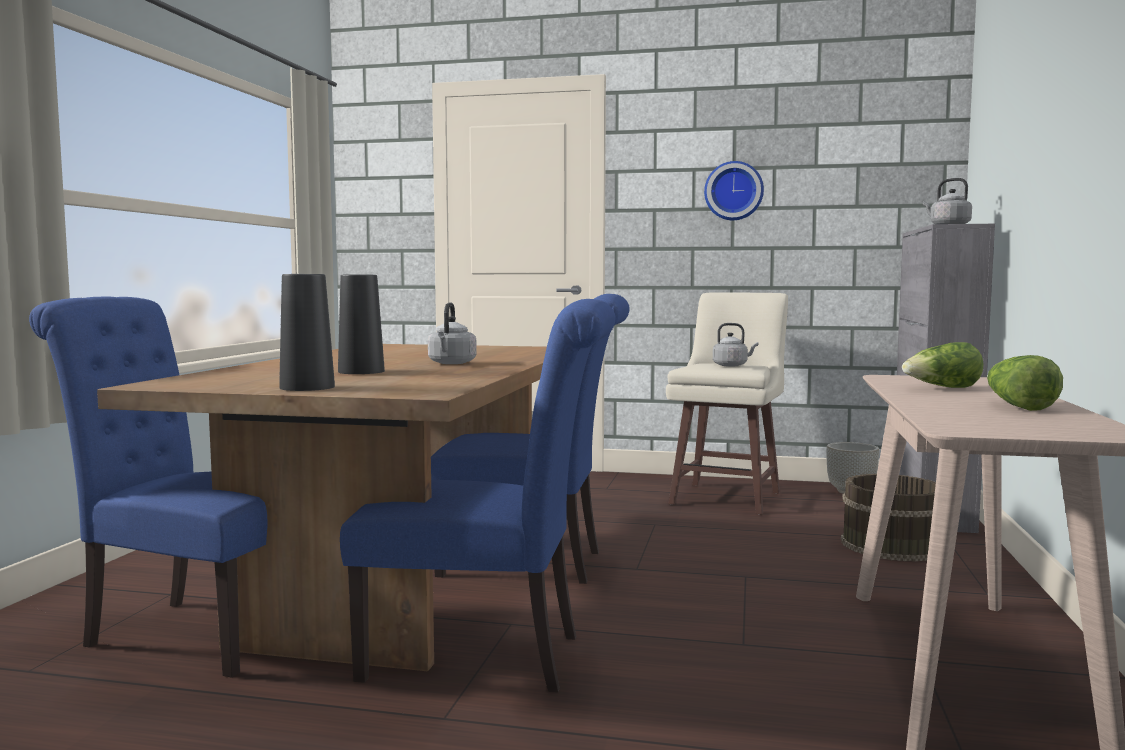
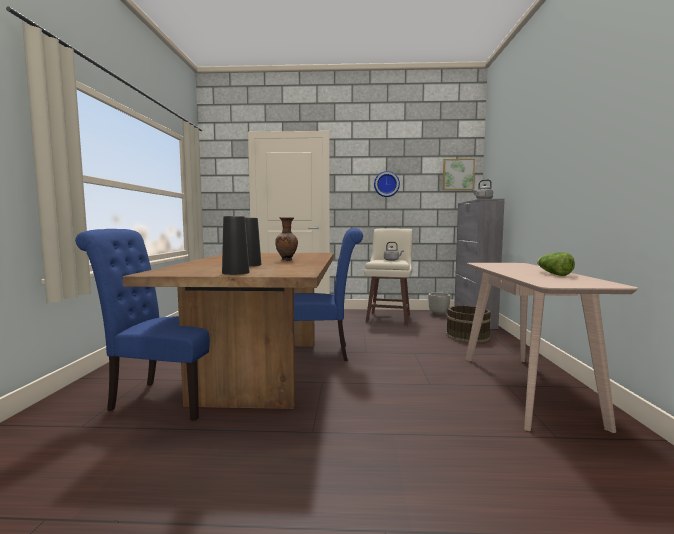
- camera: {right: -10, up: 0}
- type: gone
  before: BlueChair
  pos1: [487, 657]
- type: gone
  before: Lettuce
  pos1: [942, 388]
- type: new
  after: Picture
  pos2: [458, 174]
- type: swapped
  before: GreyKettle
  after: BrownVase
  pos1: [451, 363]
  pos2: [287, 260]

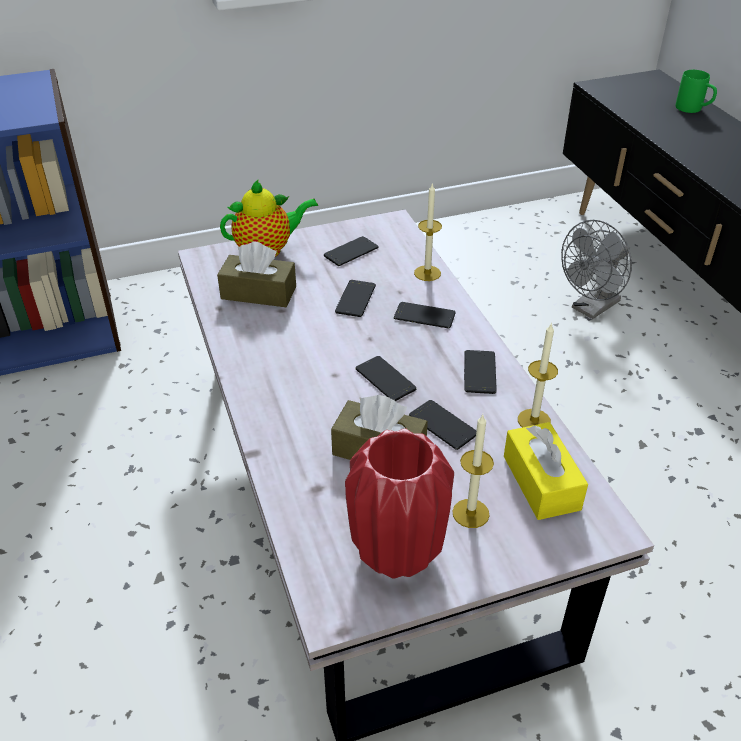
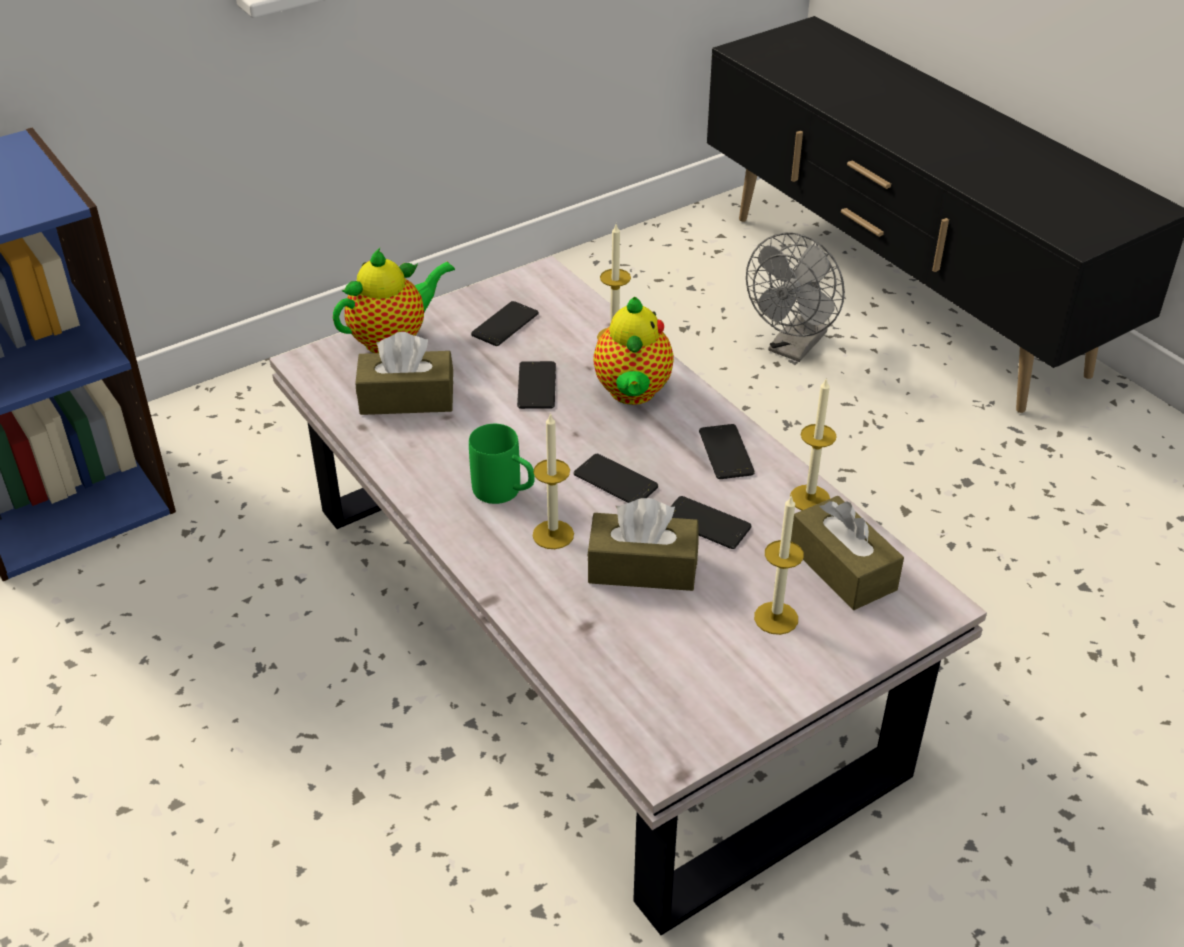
- camera: {right: -15, up: 0}
- type: gone
  before: RedVase
  pos1: [398, 552]
- type: new
  after: Candle
  pos2: [553, 534]
- type: shifted
  before: GreenMug
  pos1: [693, 109]
  pos2: [505, 493]
- type: swapped
  before: Phone
  after: Teapot
  pos1: [424, 316]
  pos2: [632, 394]
- type: repainted
  before: YellowTissueBox
  after: BrownTissueBox
  pos1: [541, 482]
  pos2: [842, 568]

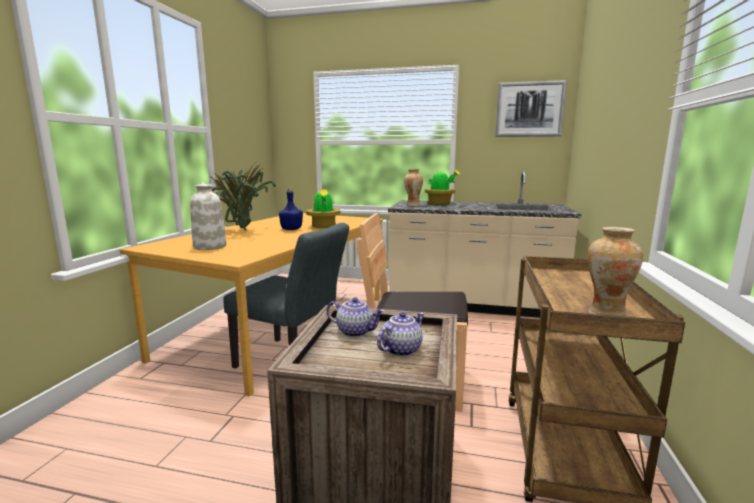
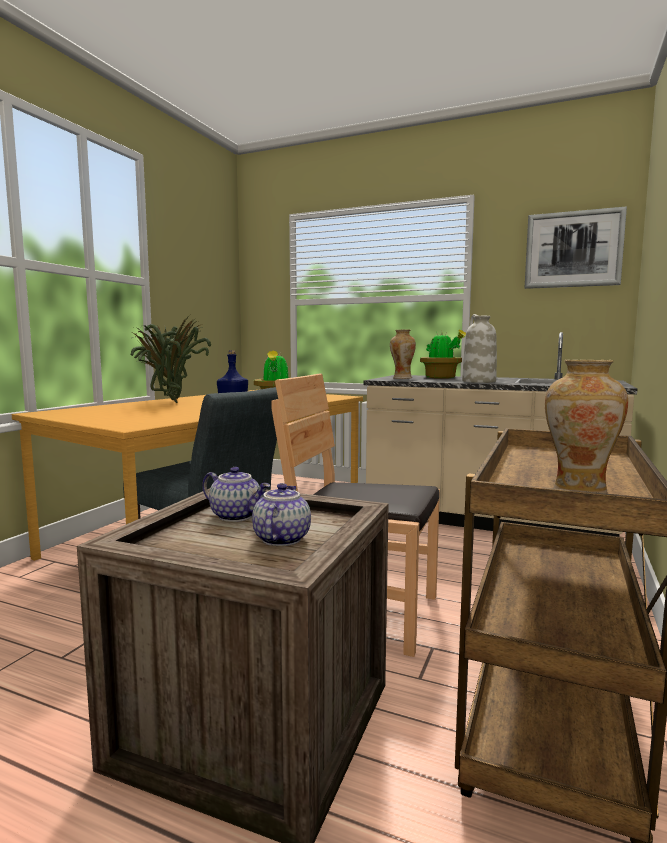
- camera: {right: 10, up: -5}
- type: shifted
  before: WhiteVase
  pos1: [209, 246]
  pos2: [478, 381]
- type: rotated
  before: Teapot
  pos1: [401, 349]
  pos2: [280, 539]
  turn: -45

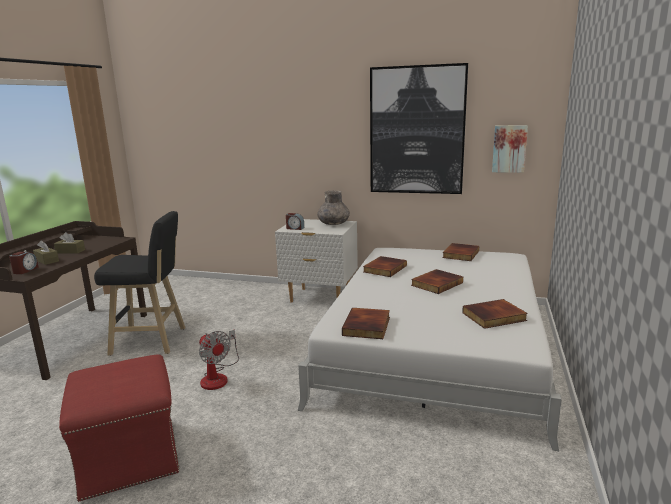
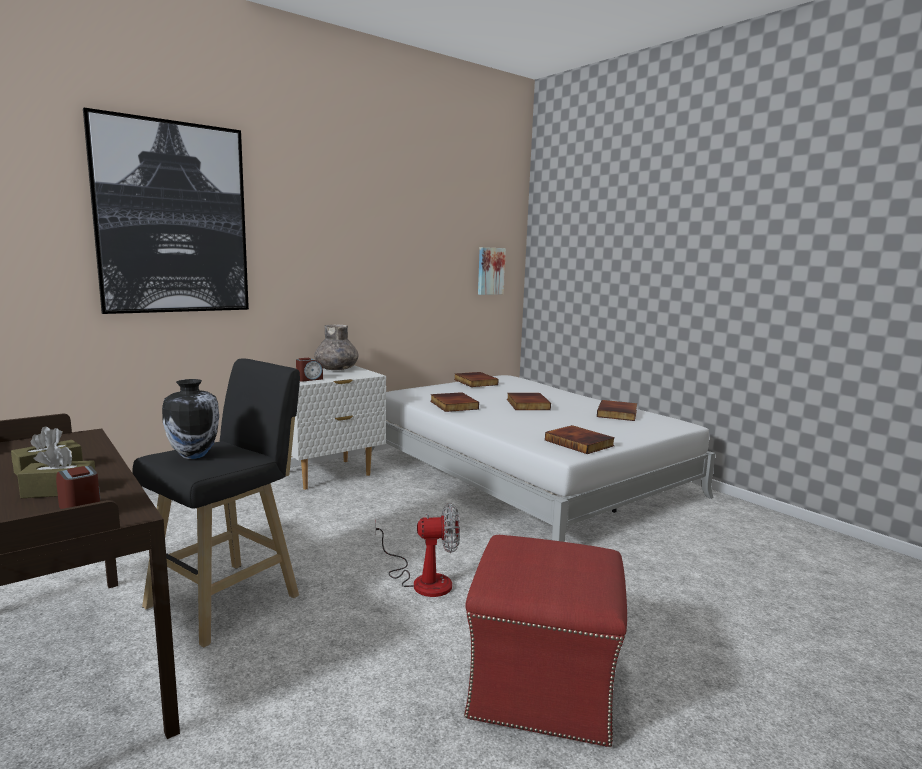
- camera: {right: -55, up: -5}
- type: new
  after: Vase
  pos2: [194, 455]
- type: shifted
  before: Picture
  pos1: [416, 131]
  pos2: [172, 218]

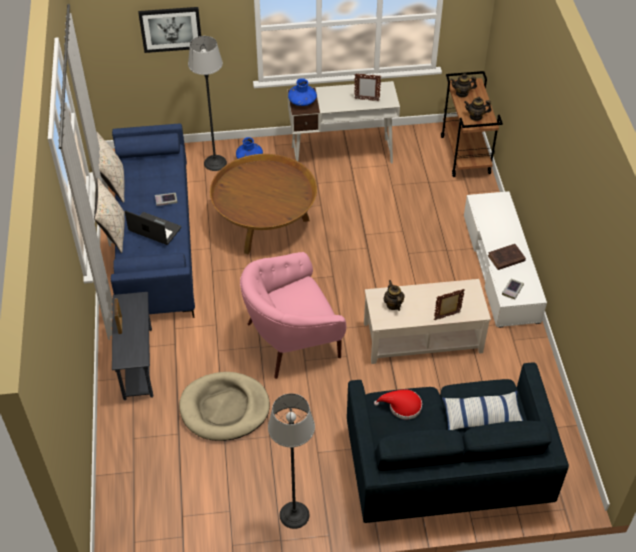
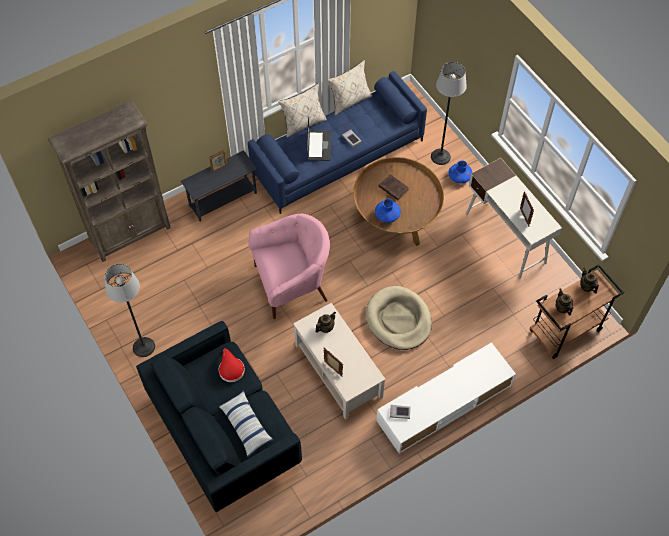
- camera: {right: 65, up: 10}
- type: gone
  before: Picture
  pos1: [171, 29]
- type: new
  after: BrownBookcase
  pos2: [131, 234]
- type: shifted
  before: BeigeDogBed
  pos1: [224, 408]
  pos2: [398, 320]
- type: shifted
  before: BlueVase
  pos1: [302, 101]
  pos2: [387, 215]
- type: shifted
  before: BrownBook
  pos1: [505, 259]
  pos2: [393, 188]
- type: rotated
  before: PinkArmchair
  pos1: [292, 339]
  pos2: [291, 283]
  turn: 120

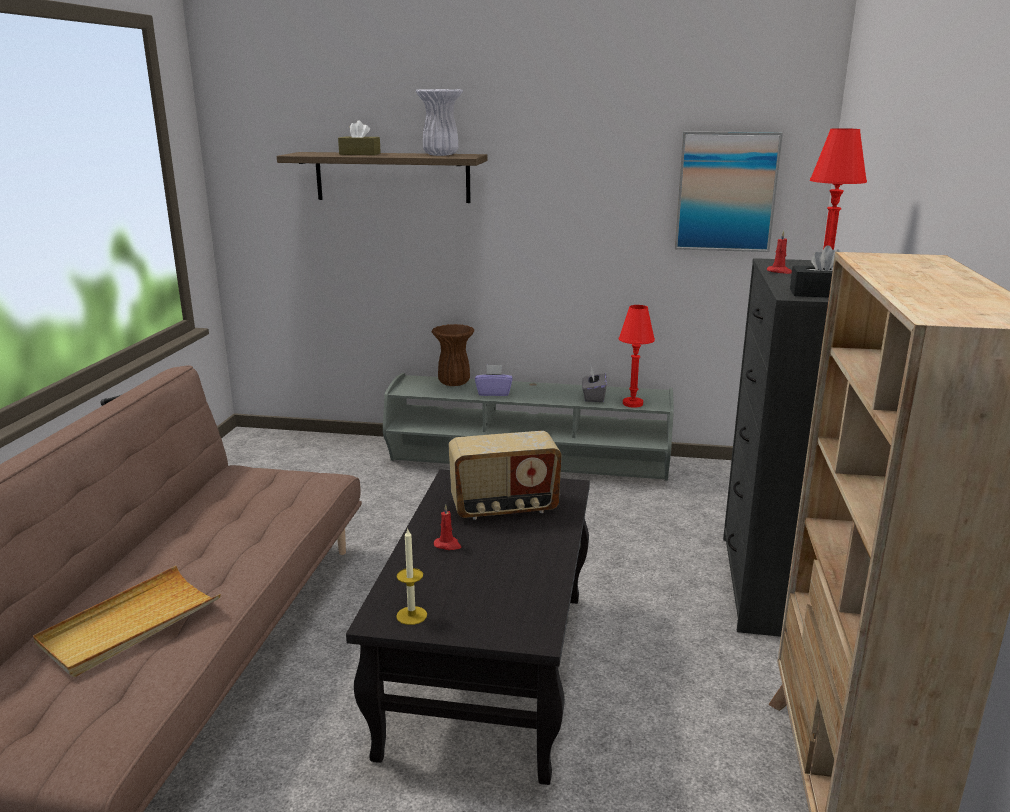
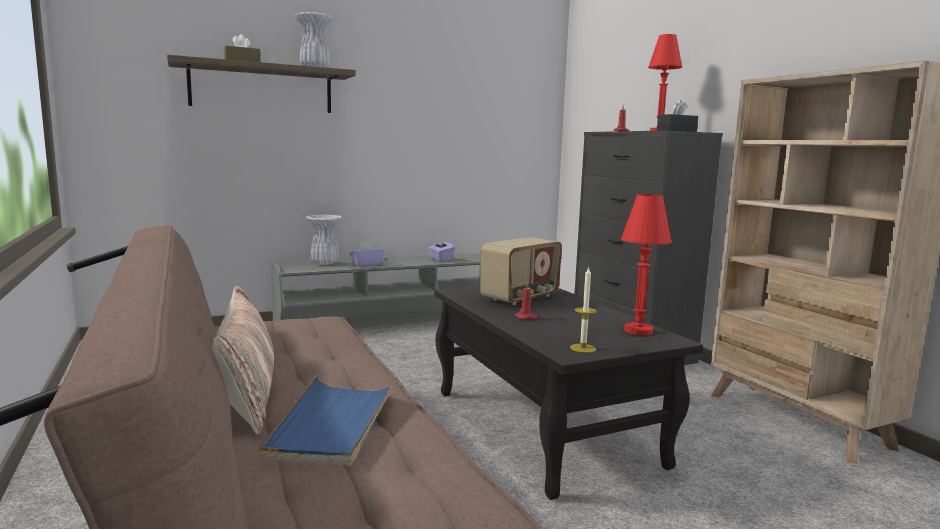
- camera: {right: -35, up: -10}
- type: gone
  before: Picture
  pos1: [726, 192]
- type: new
  after: Pillow
  pos2: [247, 390]
- type: shifted
  before: RedTableLamp
  pos1: [632, 404]
  pos2: [638, 331]
- type: repainted
  before: BeigeTray
  after: BlueTray
  pos1: [130, 625]
  pos2: [333, 423]
- type: repainted
  before: BrownVase
  after: WhiteVase
  pos1: [455, 383]
  pos2: [325, 263]
- type: repainted
  before: GreyTissueBox
  after: PurpleTissueBox
  pos1: [593, 397]
  pos2: [440, 260]

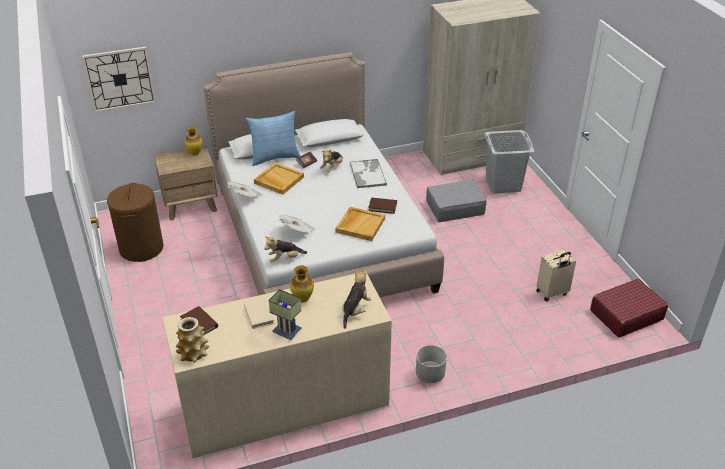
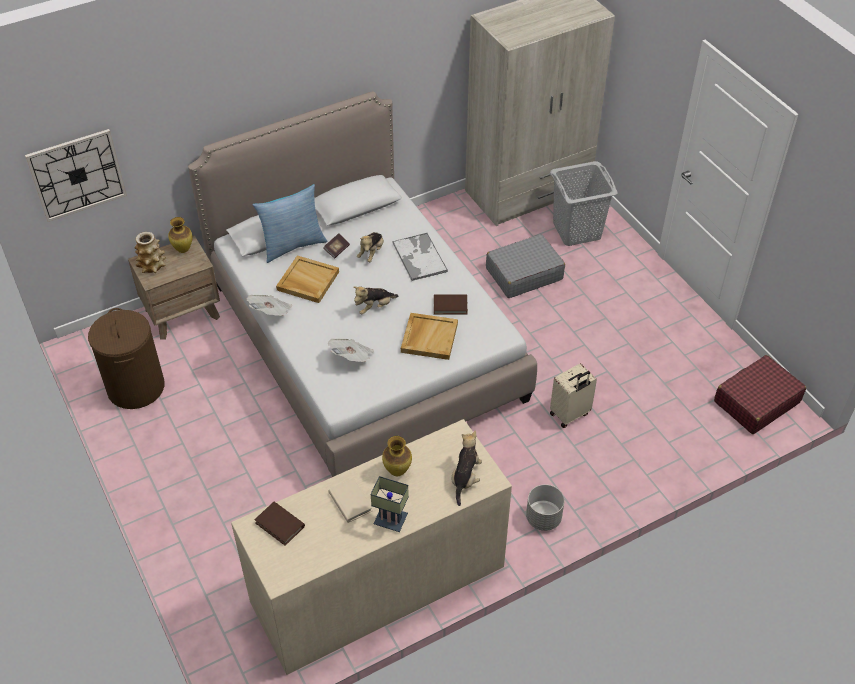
- camera: {right: -10, up: 10}
- type: shifted
  before: Vase
  pos1: [194, 354]
  pos2: [152, 266]
- type: shifted
  before: PlushToy
  pos1: [285, 259]
  pos2: [374, 307]
- type: shifted
  before: BeigeSuitcase
  pos1: [552, 293]
  pos2: [570, 414]

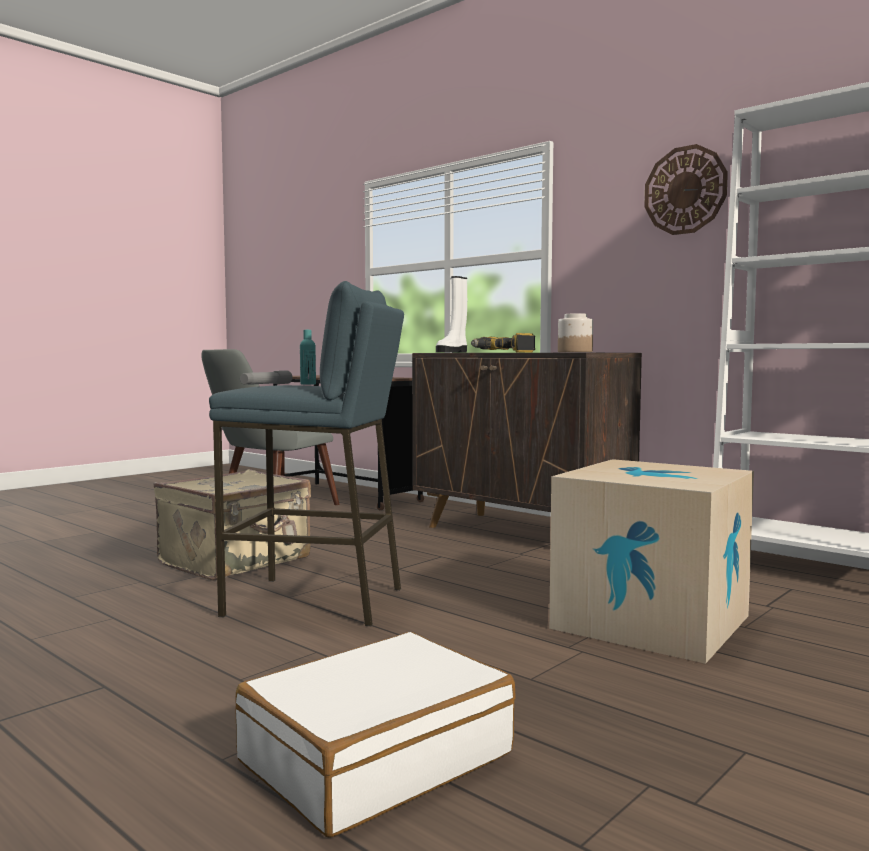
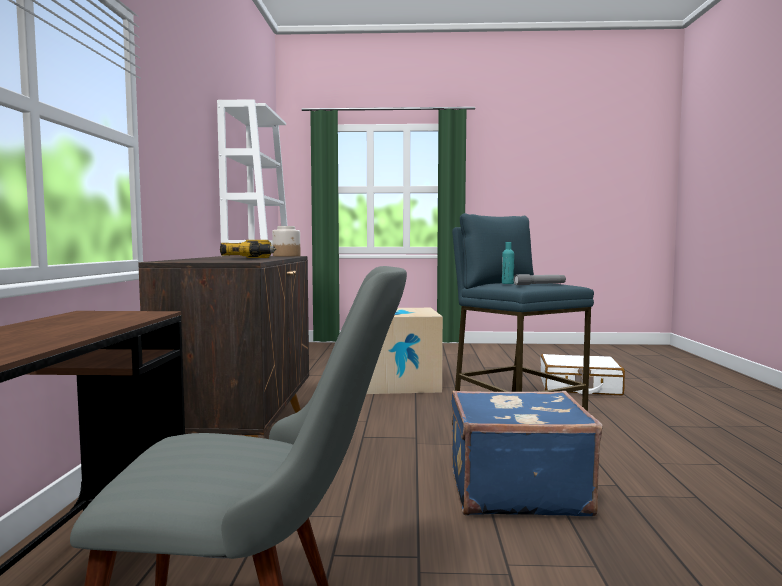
- camera: {right: -130, up: 0}
- type: gone
  before: WhiteBoot
  pos1: [452, 352]
- type: gone
  before: WallClock
  pos1: [685, 190]
- type: repainted
  before: BeigeSuitcase
  after: BlueSuitcase
  pos1: [237, 561]
  pos2: [515, 490]

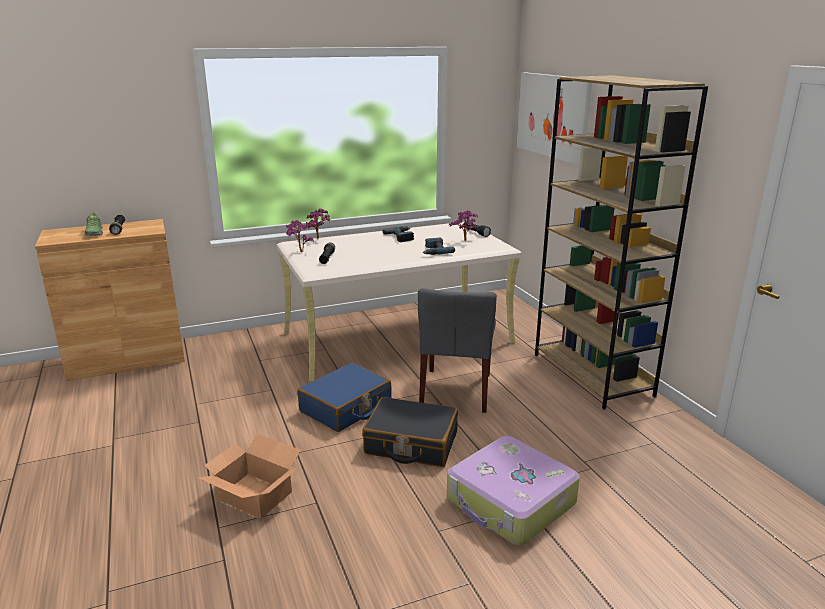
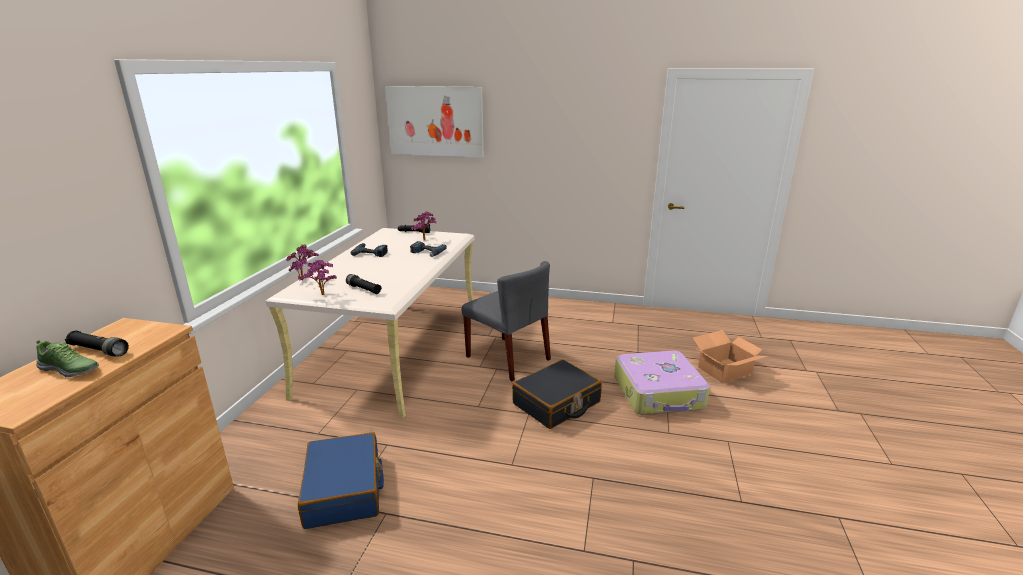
- camera: {right: -55, up: 0}
- type: gone
  before: BrownBookcase
  pos1: [592, 375]
- type: shifted
  before: CardboardBox
  pos1: [254, 494]
  pos2: [724, 370]
- type: shifted
  before: BlueSuitcase
  pos1: [346, 407]
  pos2: [344, 490]

